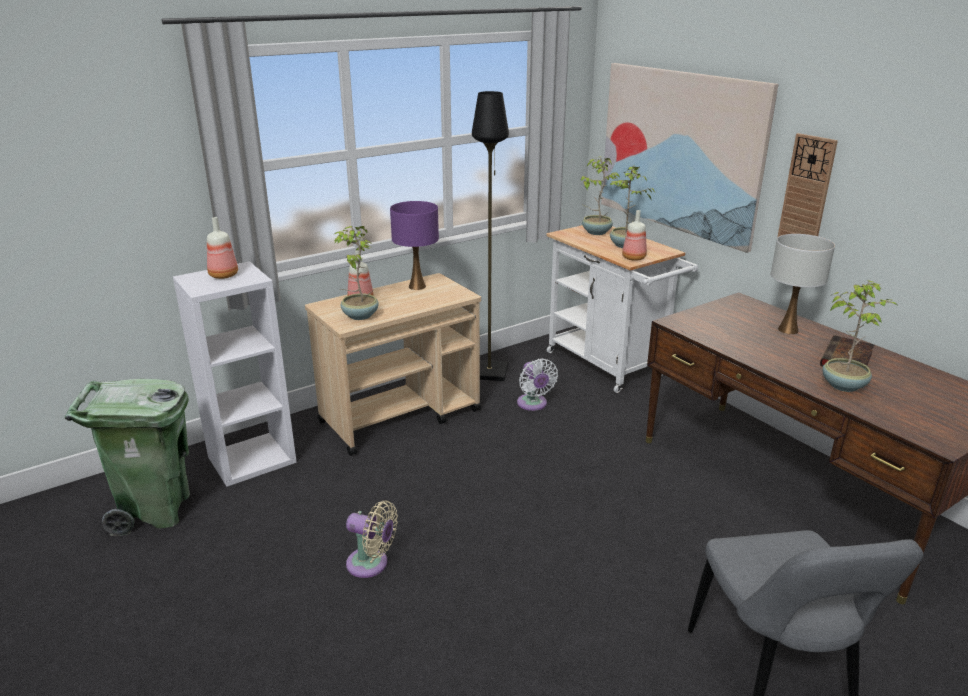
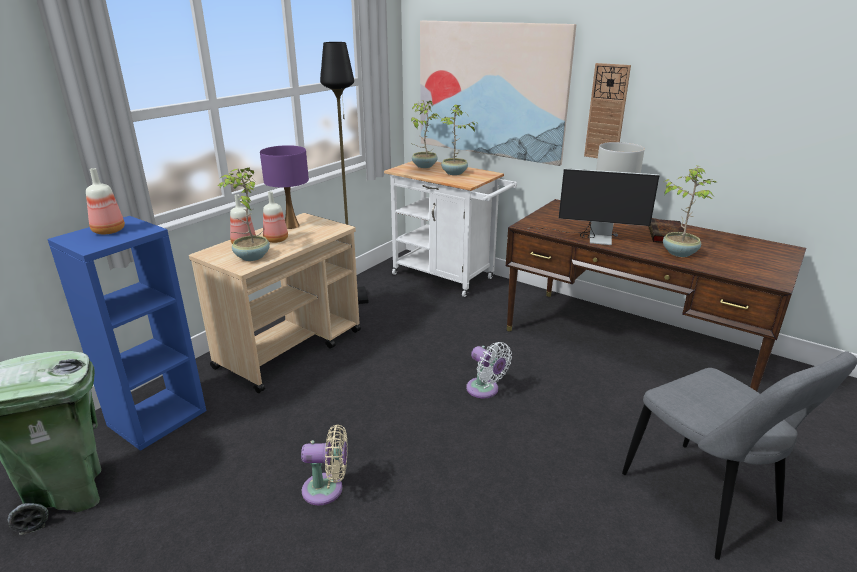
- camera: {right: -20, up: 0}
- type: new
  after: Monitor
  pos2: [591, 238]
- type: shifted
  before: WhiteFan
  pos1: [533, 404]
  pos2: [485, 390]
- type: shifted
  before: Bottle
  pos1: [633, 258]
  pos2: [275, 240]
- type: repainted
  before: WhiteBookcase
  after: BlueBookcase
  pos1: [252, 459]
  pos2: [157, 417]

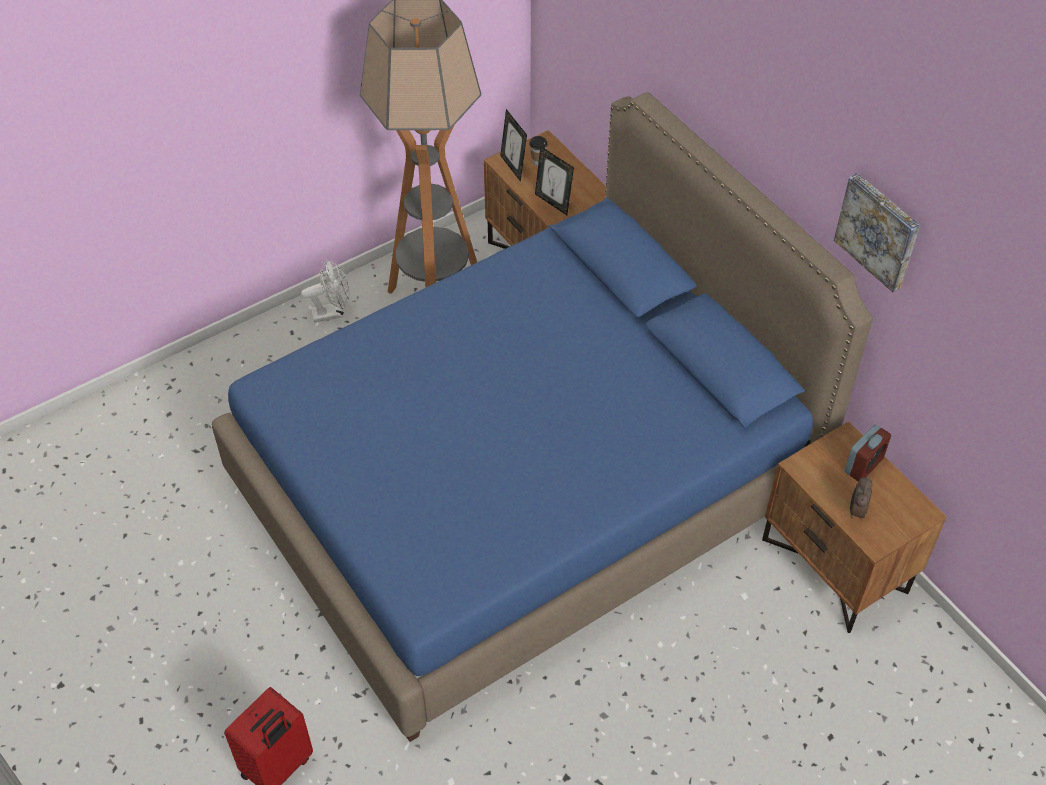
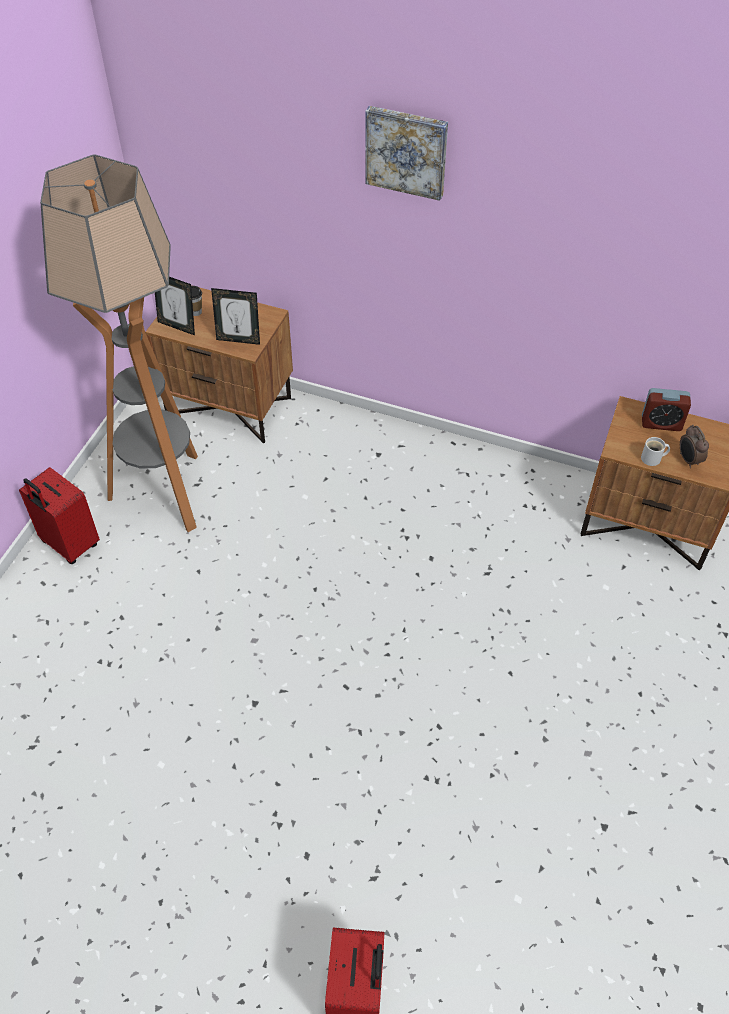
- camera: {right: -35, up: 0}
- type: gone
  before: BlueBed
  pos1: [523, 487]
- type: new
  after: WhiteMug
  pos2: [653, 459]
- type: shifted
  before: Picture
  pos1: [879, 230]
  pos2: [406, 151]
- type: swapped
  before: WhiteFan
  after: RedSuitcase
  pos1: [332, 312]
  pos2: [69, 545]
- type: rotated
  before: AlarmClock
  pos1: [863, 465]
  pos2: [661, 423]
  turn: 90

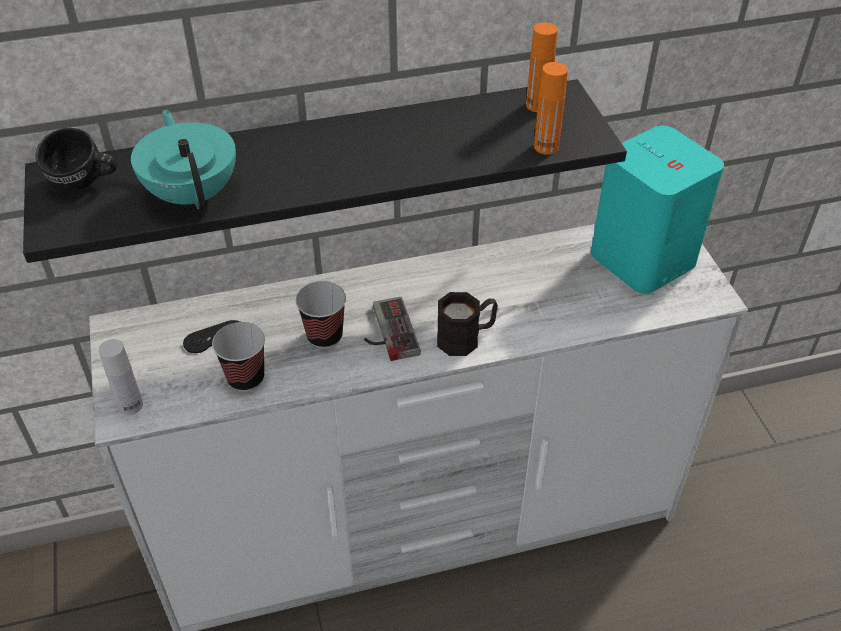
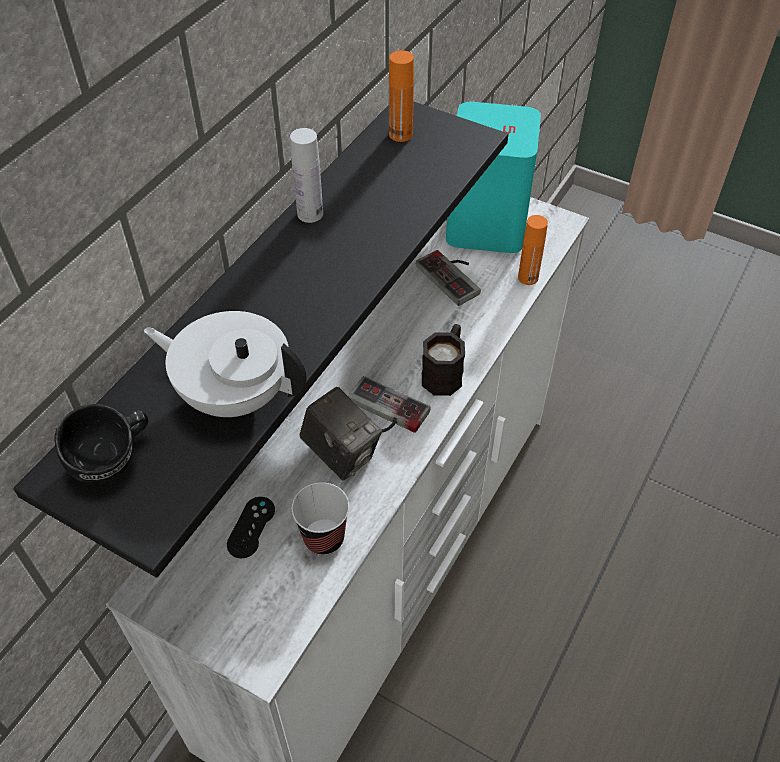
- camera: {right: -45, up: 5}
- type: new
  after: GameController
  pos2: [454, 276]
- type: shifted
  before: WhiteBottle
  pos1: [130, 405]
  pos2: [310, 214]
- type: shifted
  before: OrangeBottle
  pos1: [546, 147]
  pos2: [528, 277]
- type: swapped
  before: Cup
  after: PhotoCamera
  pos1: [324, 336]
  pos2: [341, 454]
- type: repainted
  before: TurquoiseTeapot
  after: WhiteTeapot
  pos1: [193, 193]
  pos2: [234, 394]

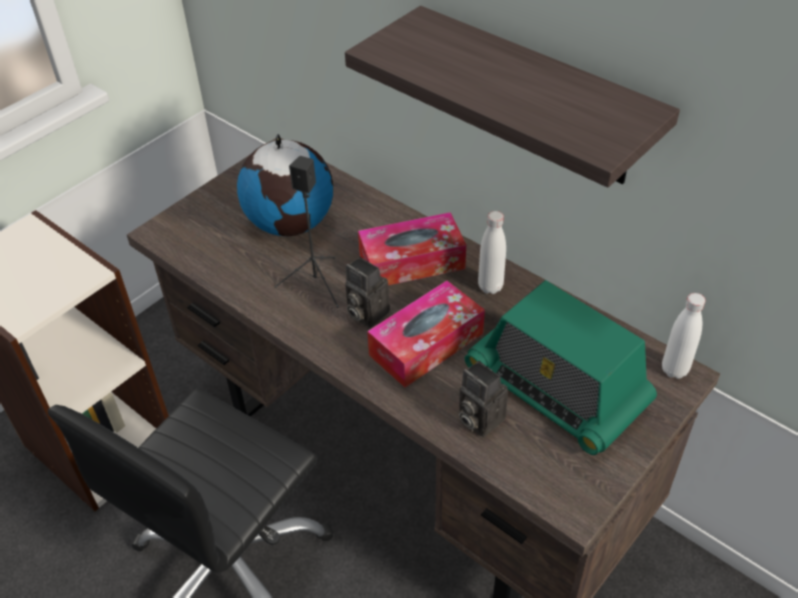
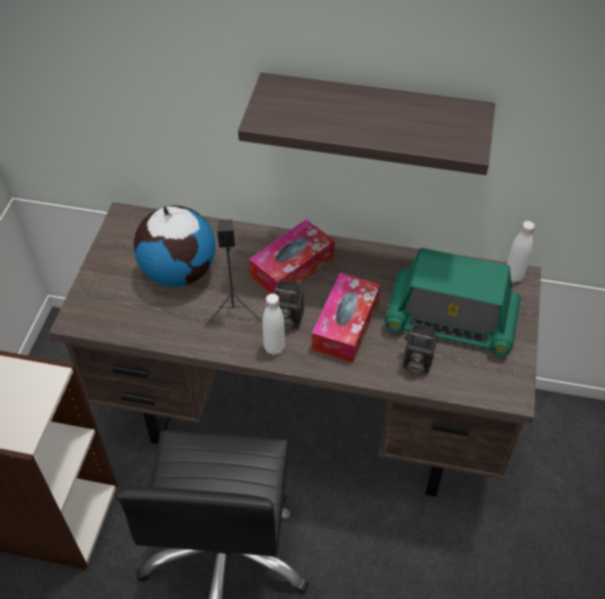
- camera: {right: -30, up: 5}
- type: shifted
  before: WhiteBottle
  pos1: [490, 287]
  pos2: [274, 348]

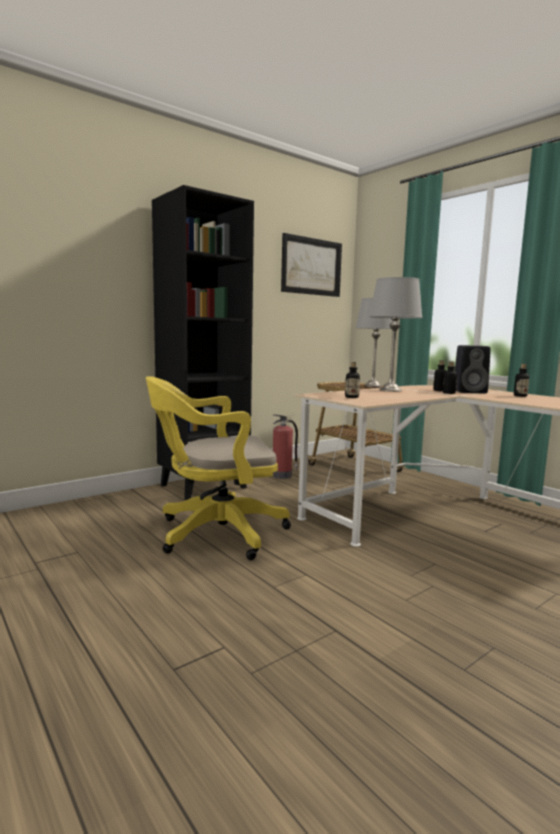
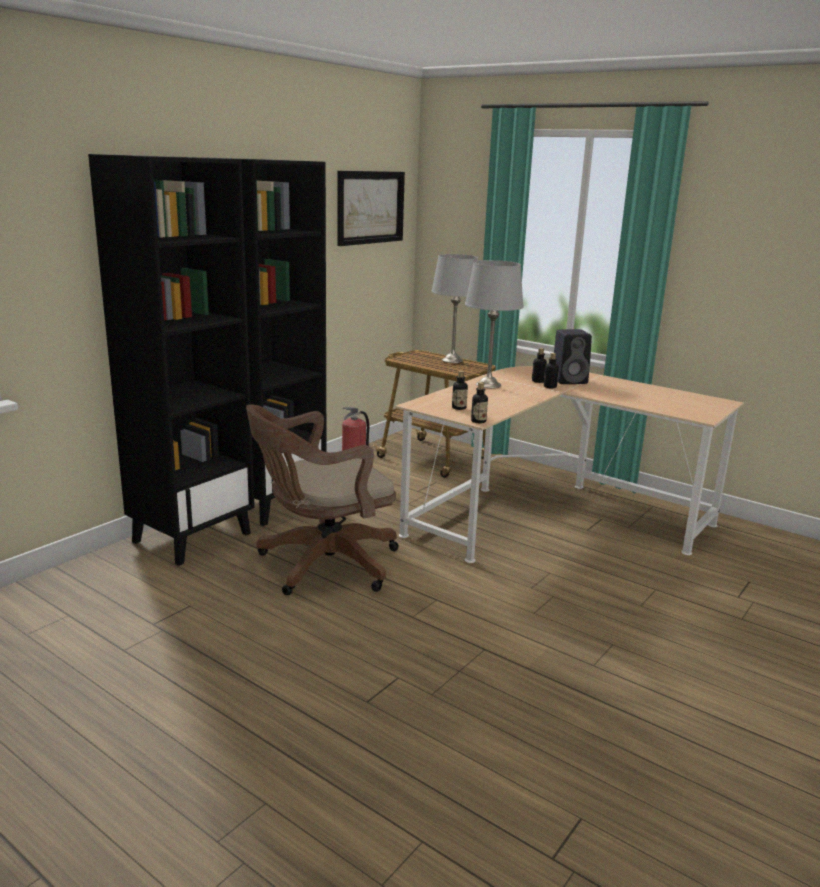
- camera: {right: -15, up: 10}
- type: new
  after: BlackBookcase
  pos2: [192, 537]
- type: shifted
  before: Bottle
  pos1: [520, 396]
  pos2: [478, 421]
- type: repainted
  before: YellowOfficeChair
  after: BrownOfficeChair
  pos1: [215, 533]
  pos2: [322, 565]

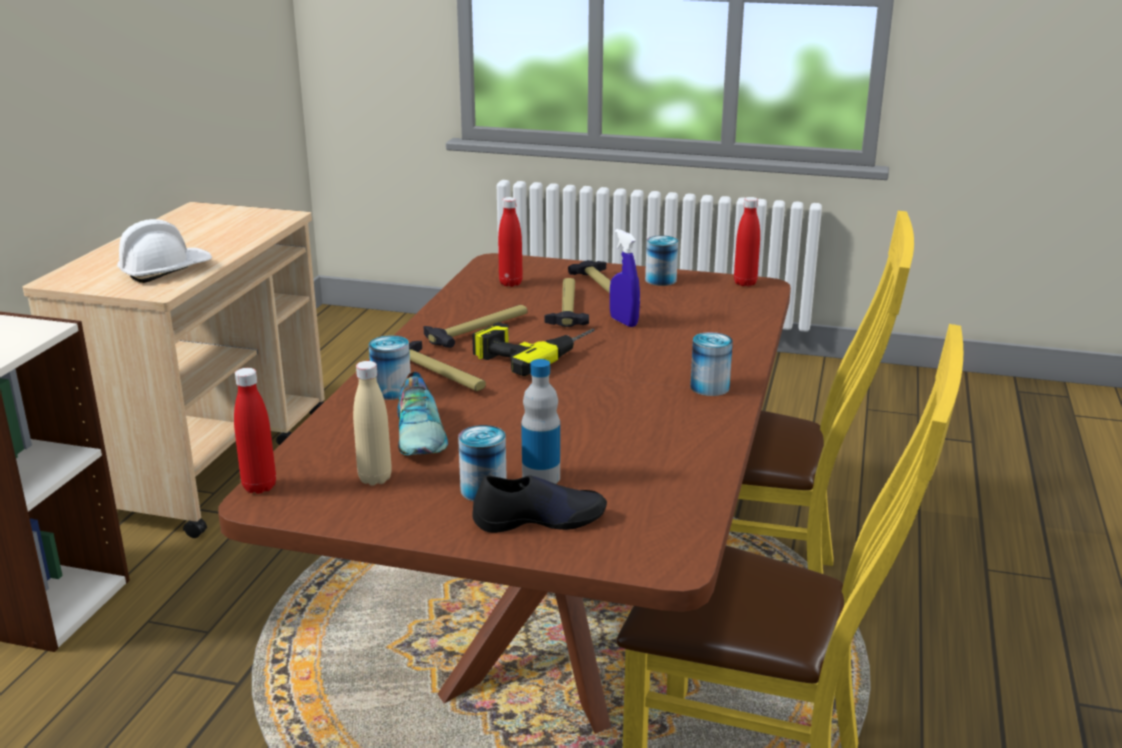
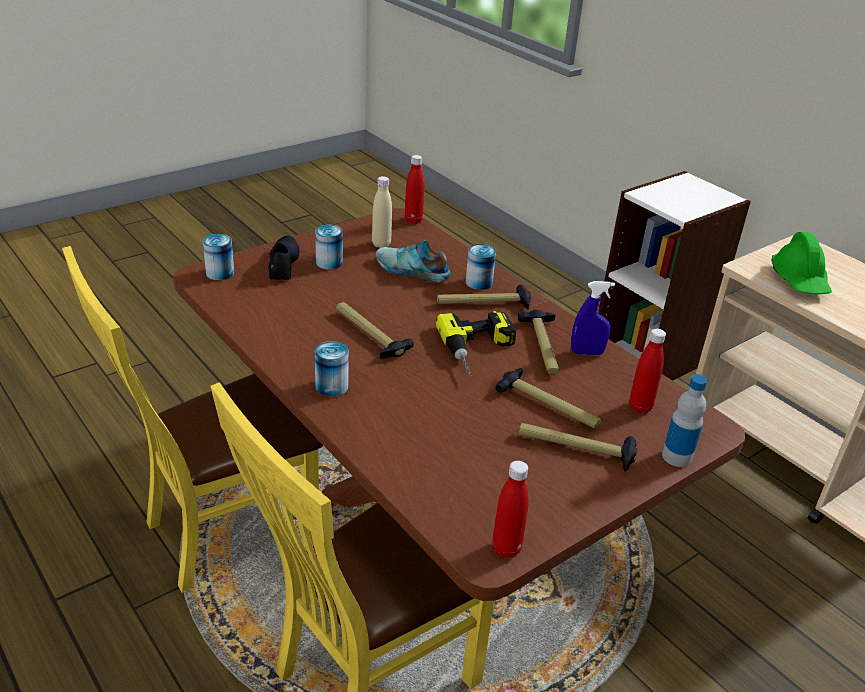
- camera: {right: 125, up: 10}
- type: new
  after: Hammer
  pos2: [368, 334]
- type: shifted
  before: Bottle
  pos1: [541, 477]
  pos2: [677, 457]
- type: shifted
  before: BlueSprayBottle
  pos1: [623, 322]
  pos2: [587, 352]
- type: shifted
  before: Can
  pos1: [660, 280]
  pos2: [220, 273]
- type: repainted
  before: WhiteHardHat
  after: GreenHardHat
  pos1: [165, 271]
  pos2: [799, 280]
- type: rotated
  before: BlackShoe
  pos1: [539, 519]
  pos2: [283, 264]
  turn: 150

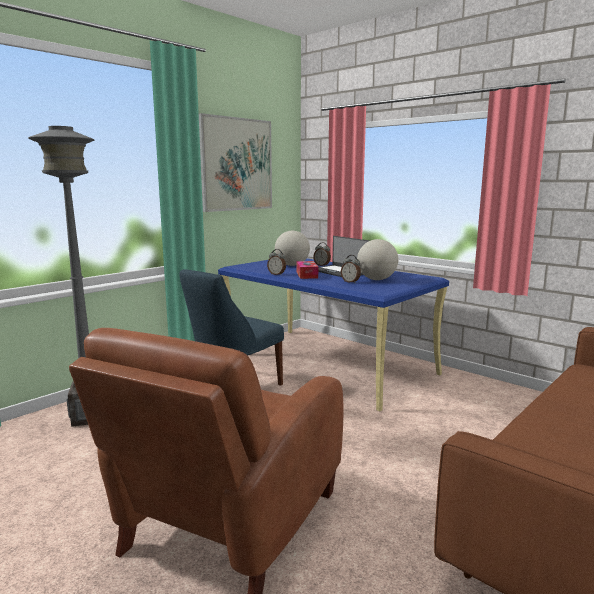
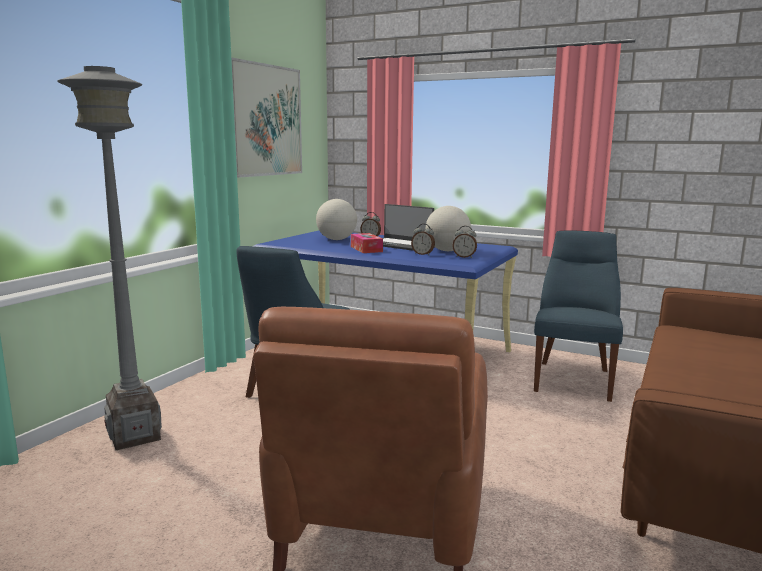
- camera: {right: -15, up: 0}
- type: new
  after: BlueChair
  pos2: [573, 379]
- type: shifted
  before: AlarmClock
  pos1: [277, 274]
  pos2: [464, 257]

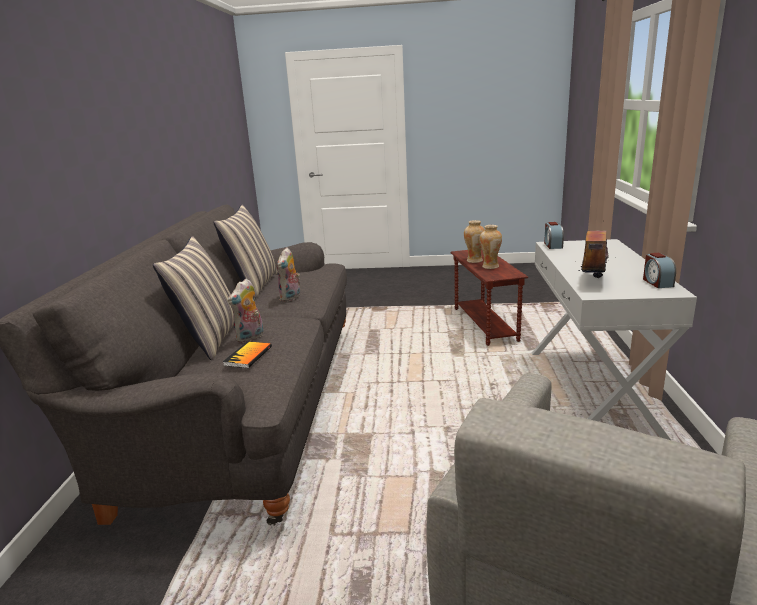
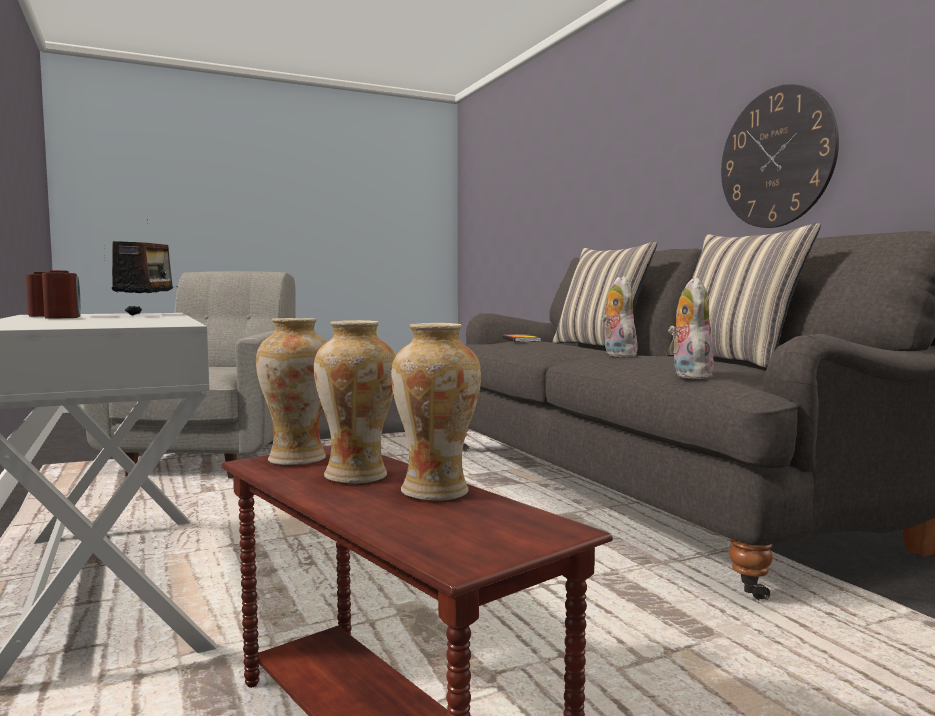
- camera: {right: 150, up: -15}
- type: new
  after: Vase
  pos2: [297, 459]
- type: new
  after: WallClock
  pos2: [776, 158]
- type: shifted
  before: PlushToy
  pos1: [250, 338]
  pos2: [688, 376]
- type: shifted
  before: AlarmClock
  pos1: [552, 245]
  pos2: [63, 317]

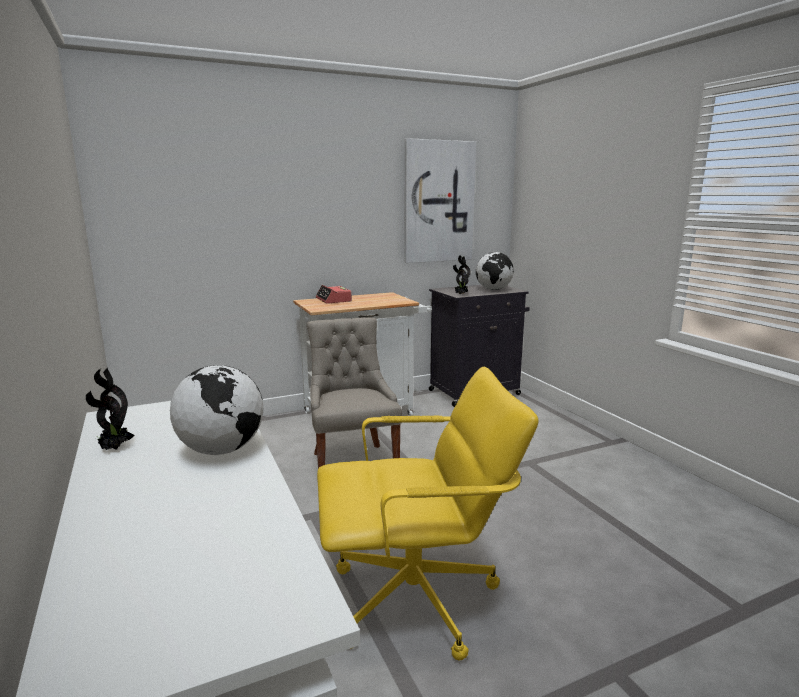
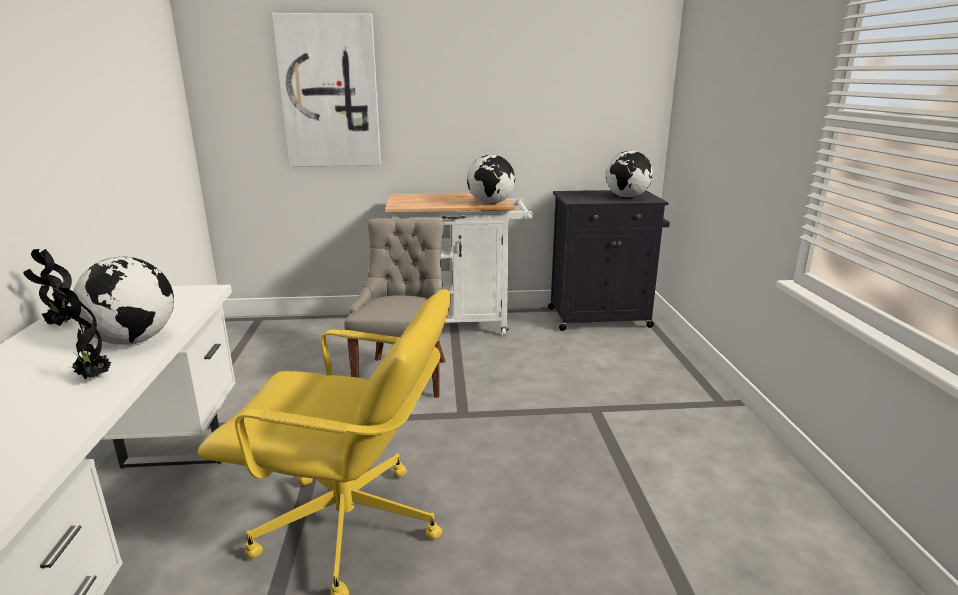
- camera: {right: 20, up: 5}
- type: gone
  before: AlarmClock
  pos1: [333, 300]
- type: new
  after: Globe
  pos2: [491, 203]
- type: shifted
  before: Picture
  pos1: [438, 202]
  pos2: [329, 92]
- type: shifted
  before: PottedPlant
  pos1: [460, 294]
  pos2: [93, 378]

